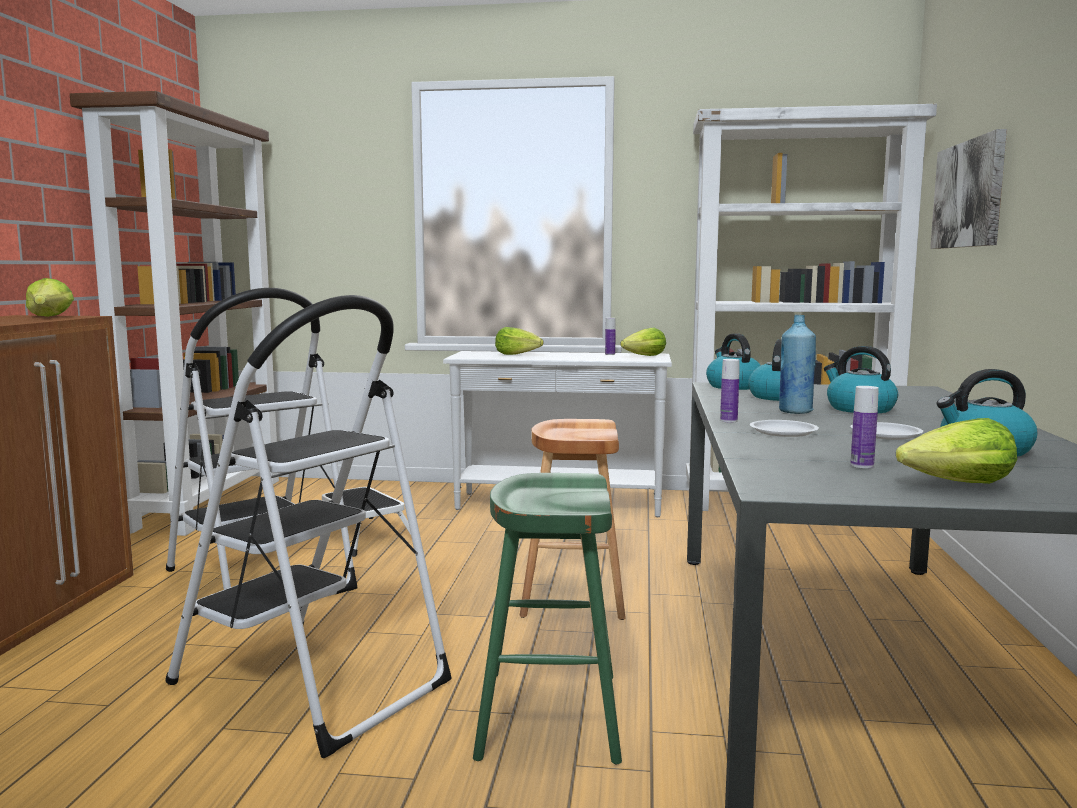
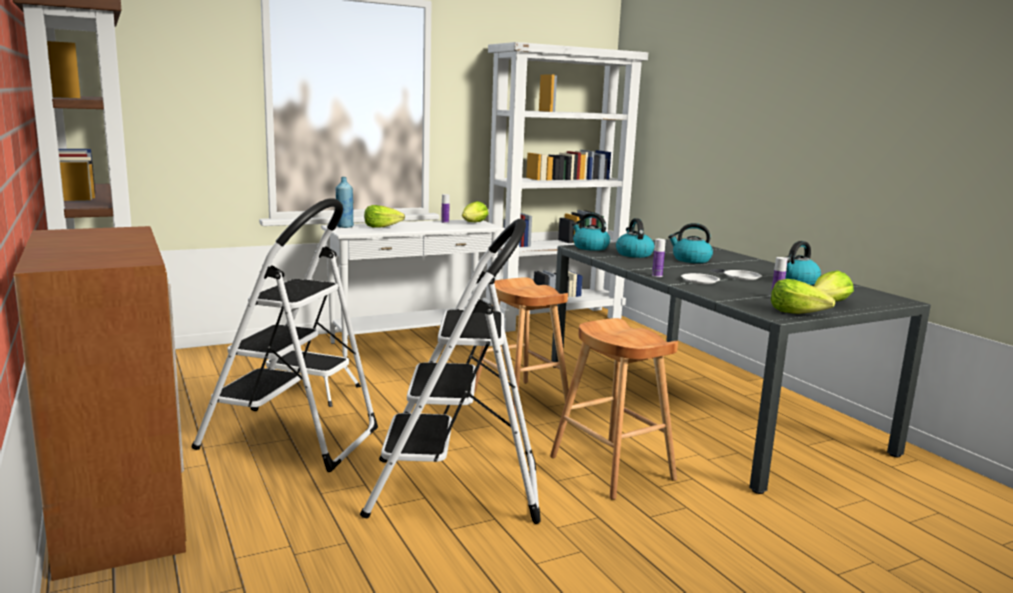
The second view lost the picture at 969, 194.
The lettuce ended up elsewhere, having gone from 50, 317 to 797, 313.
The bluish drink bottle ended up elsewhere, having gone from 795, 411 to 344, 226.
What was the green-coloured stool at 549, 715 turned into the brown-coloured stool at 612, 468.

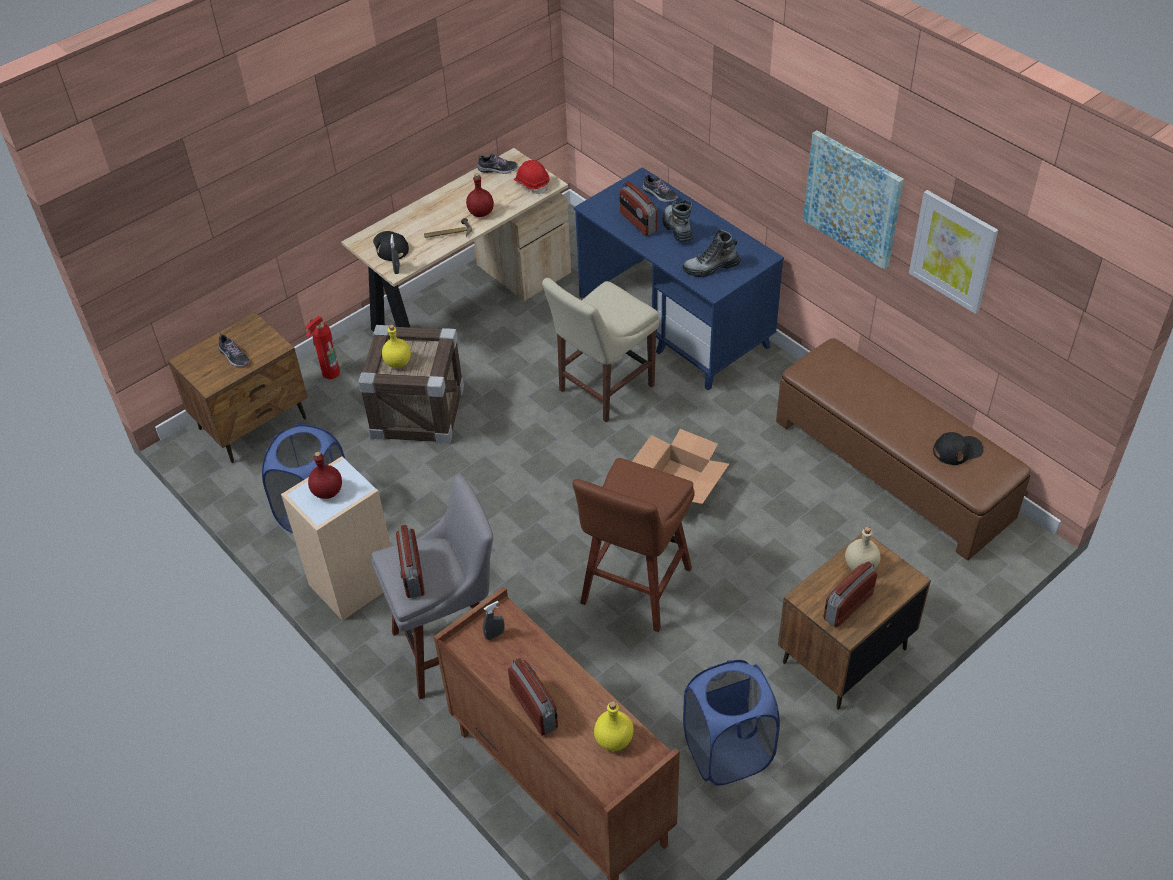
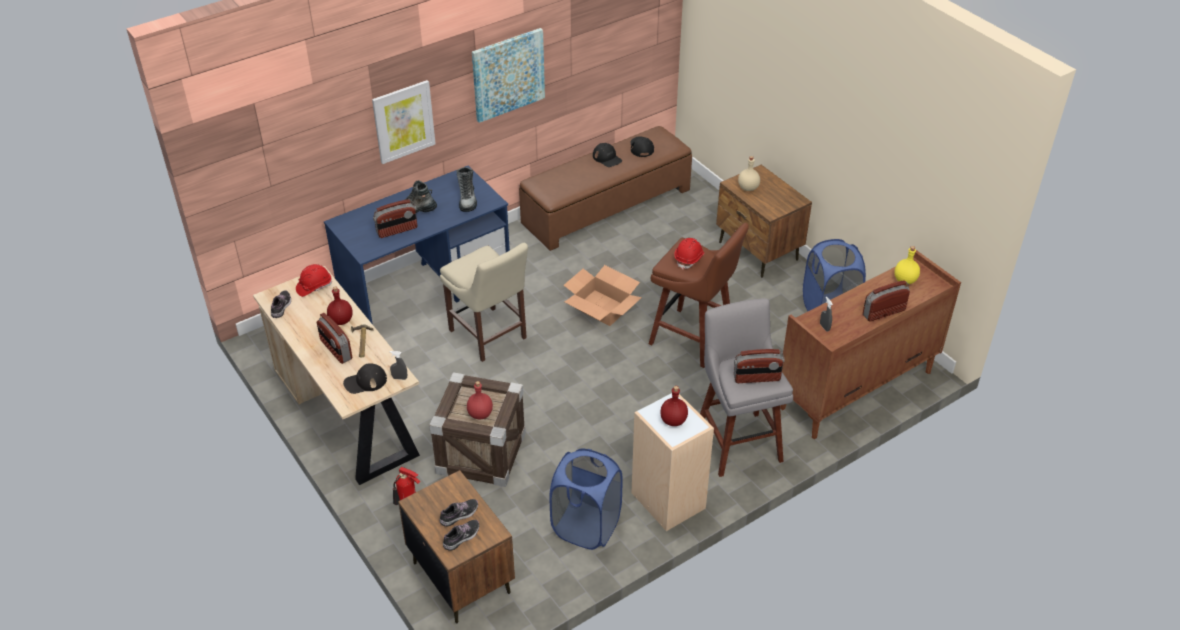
The shoe ended up elsewhere, having gone from 659, 194 to 461, 537.
The picture ended up elsewhere, having gone from 953, 251 to 403, 121.
What was the yellow-coloured drink bottle at 398, 362 turned into the red-coloured drink bottle at 480, 414.
The radio ended up elsewhere, having gone from 847, 606 to 336, 350.
The second view gained the black-coloured baseball cap at 607, 158.
The second view gained the red-coloured safety helmet at 689, 258.

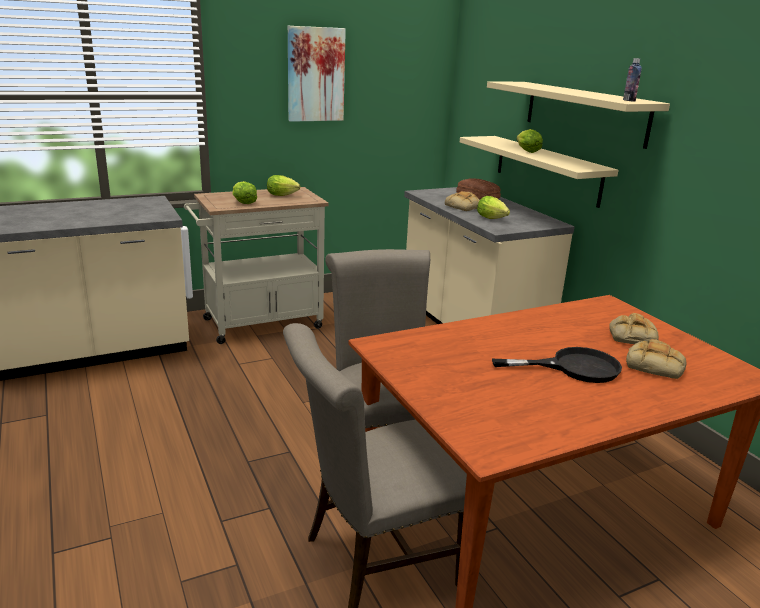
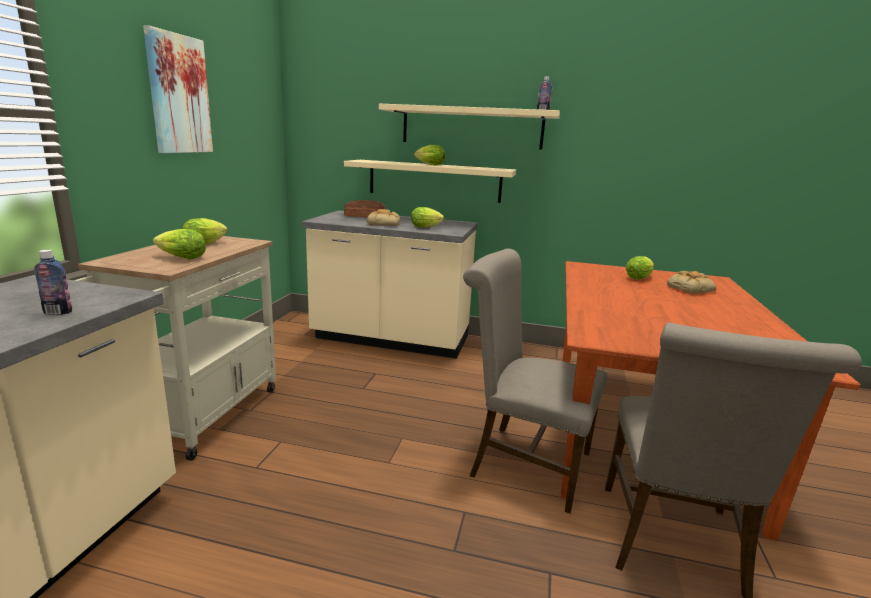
Where the bakery bread stood at 631, 336, the lettuce came to stand at 639, 278.
The second view lost the black-coloured frying pan at 573, 367.
The second view gained the drink bottle at 58, 312.

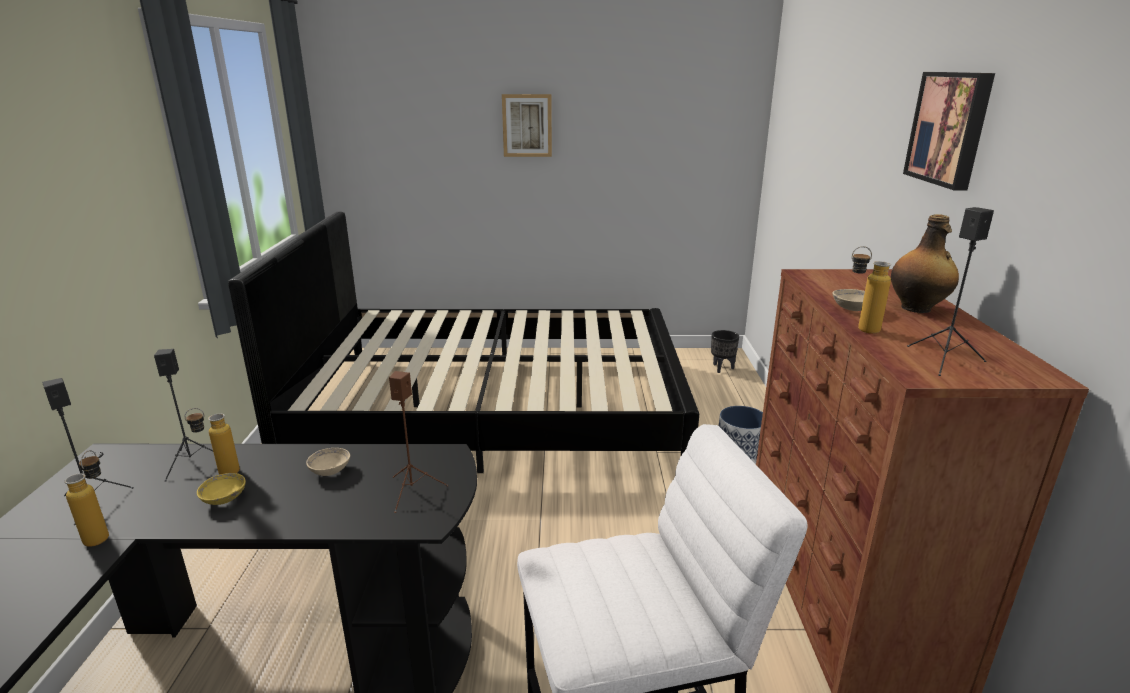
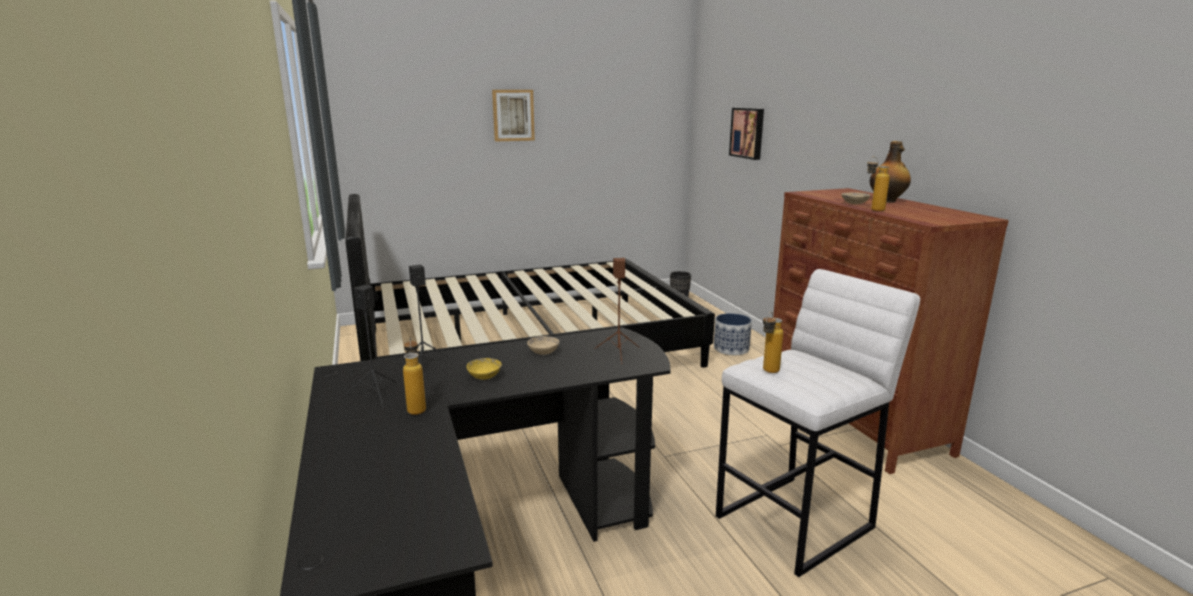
The picture ended up elsewhere, having gone from 950, 128 to 748, 133.
The second view lost the black-coloured speaker at 944, 360.
The drink bottle ended up elsewhere, having gone from 220, 474 to 768, 372.

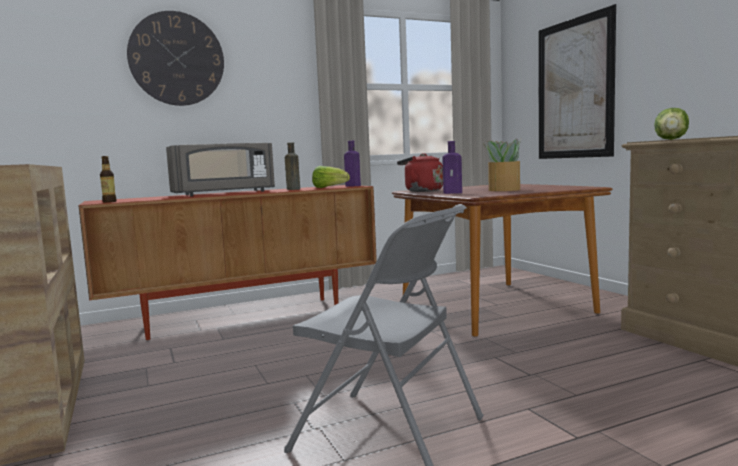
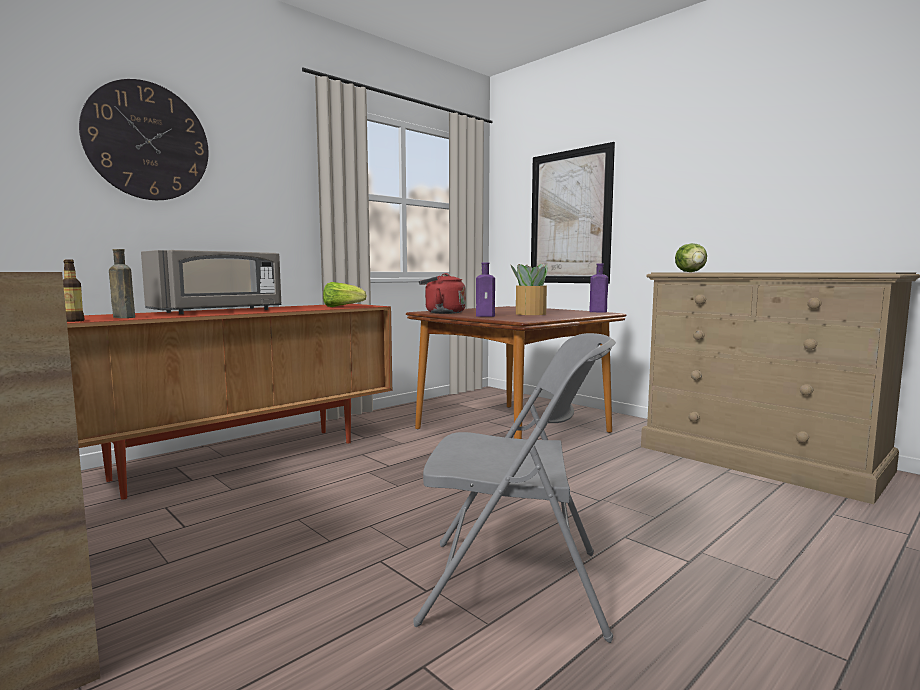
The purple-coloured drink bottle ended up elsewhere, having gone from 352, 186 to 596, 312.
The brown-coloured drink bottle ended up elsewhere, having gone from 292, 189 to 123, 317.

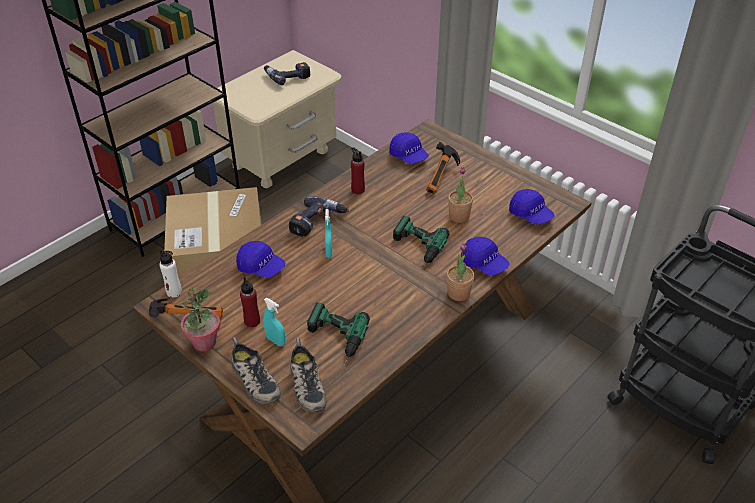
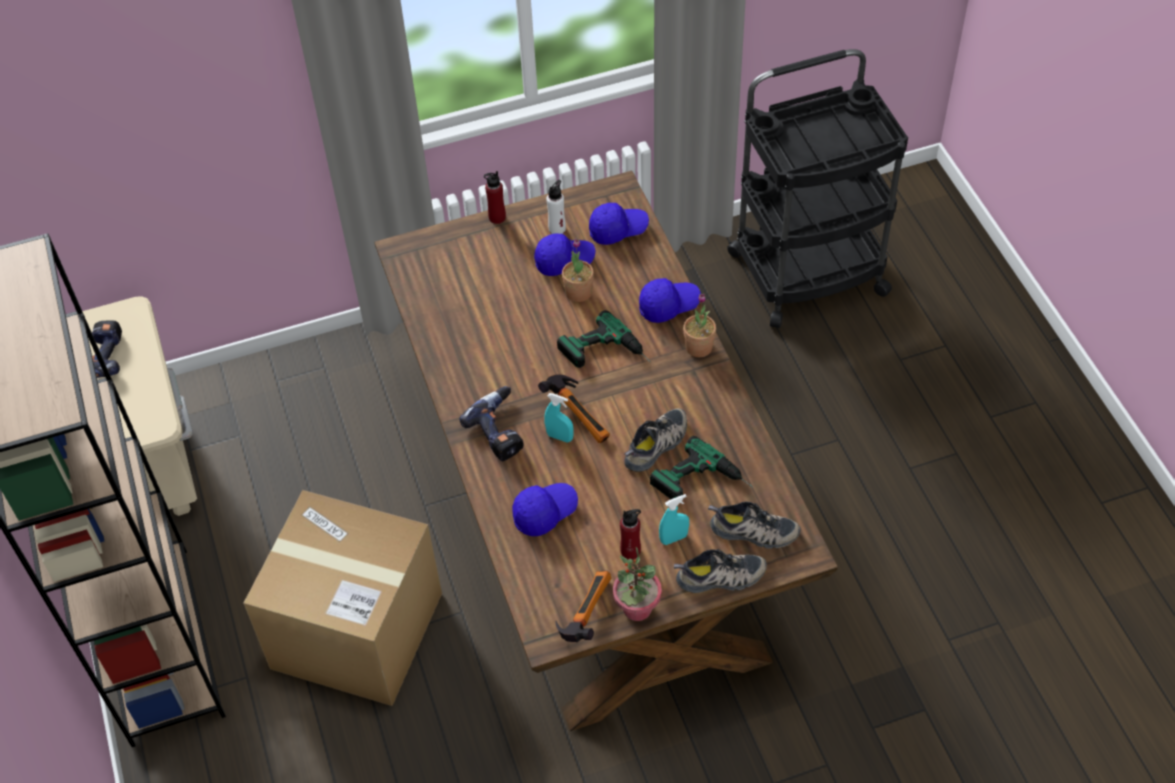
The bluish baseball cap ended up elsewhere, having gone from 408, 156 to 564, 261.
The hammer ended up elsewhere, having gone from 443, 178 to 581, 414.
The red-coloured drink bottle ended up elsewhere, having gone from 358, 190 to 497, 217.
The whitish drink bottle ended up elsewhere, having gone from 174, 292 to 557, 229.
The second view gained the shoe at 657, 445.

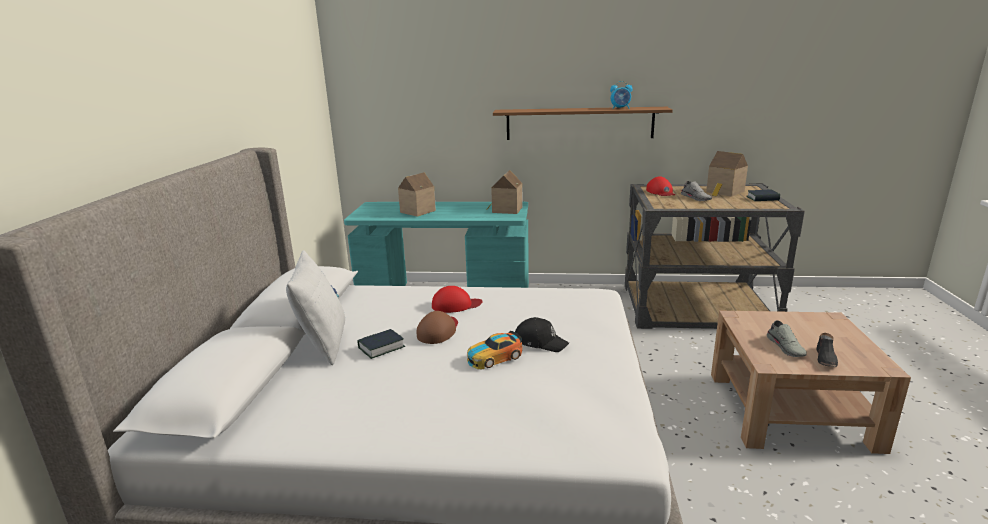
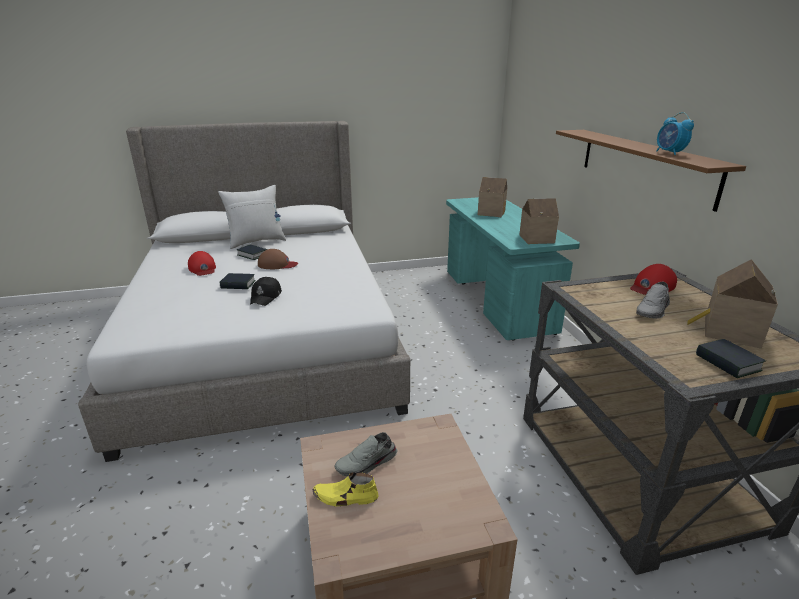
The red-coloured baseball cap ended up elsewhere, having gone from 456, 305 to 202, 268.
Where the miniature car stood at 494, 357, the volume came to stand at 238, 284.
What was the black-coloured shoe at 826, 359 turned into the yellow-coloured shoe at 345, 497.

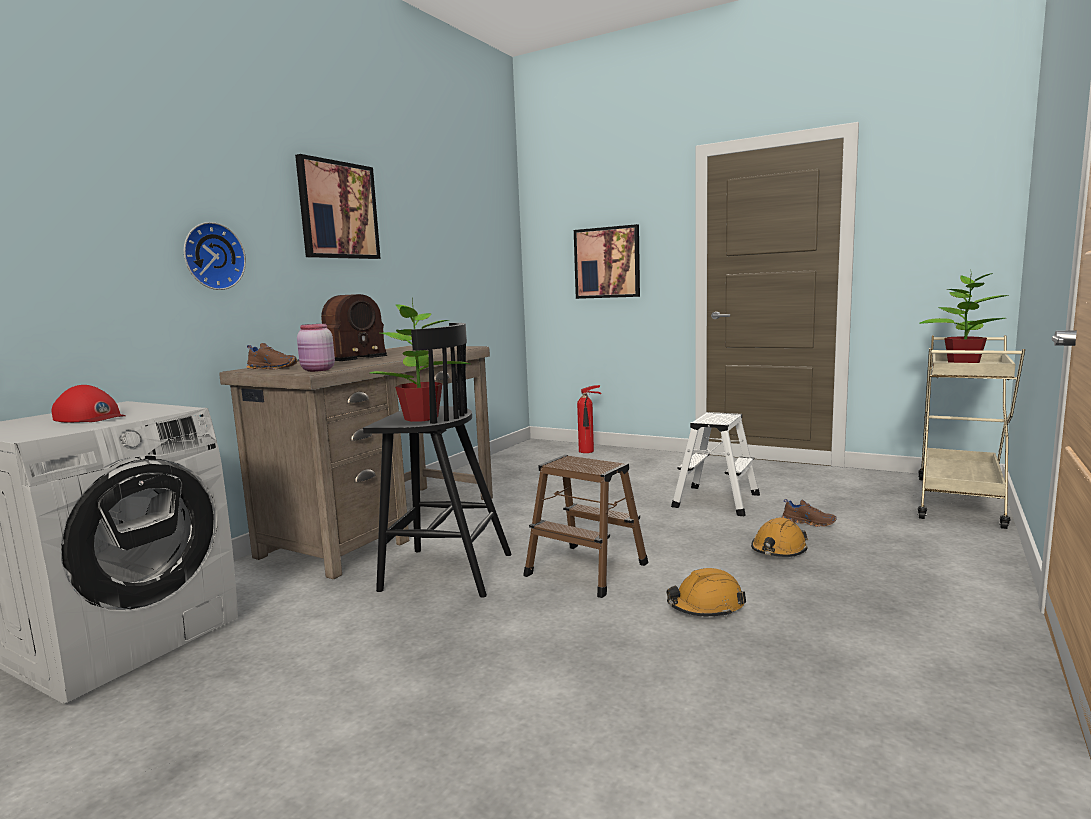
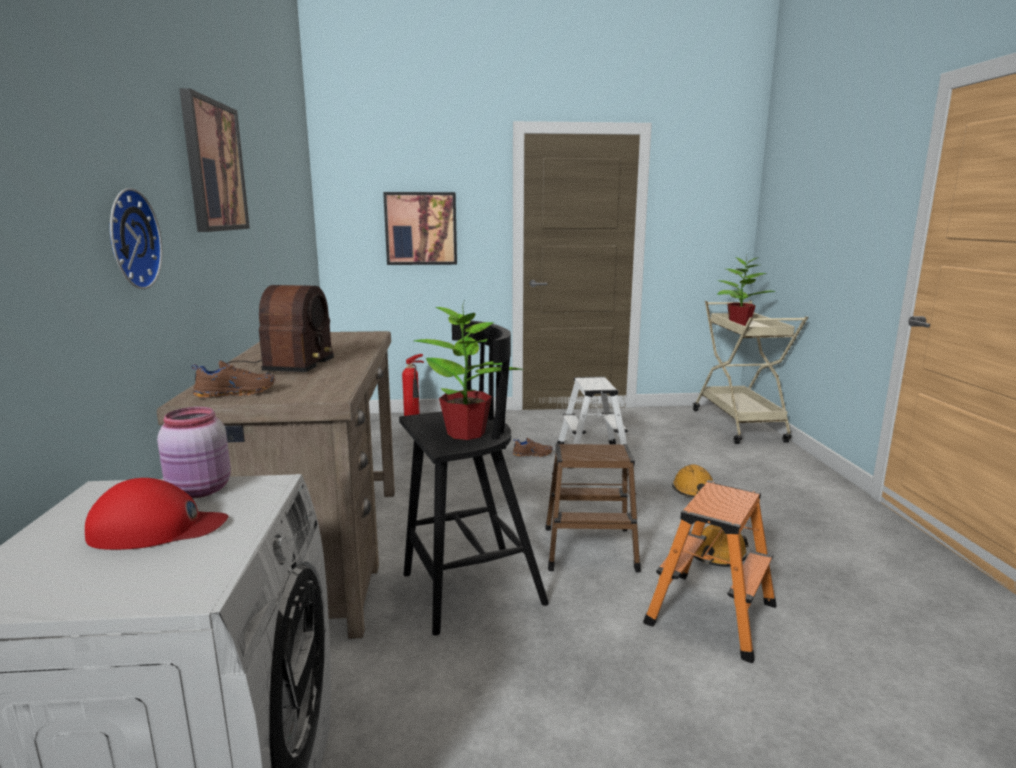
The pink-coloured jar ended up elsewhere, having gone from 318, 370 to 200, 490.
The brown-coloured shoe ended up elsewhere, having gone from 808, 522 to 532, 454.
The second view gained the orange-coloured stepladder at 710, 614.

